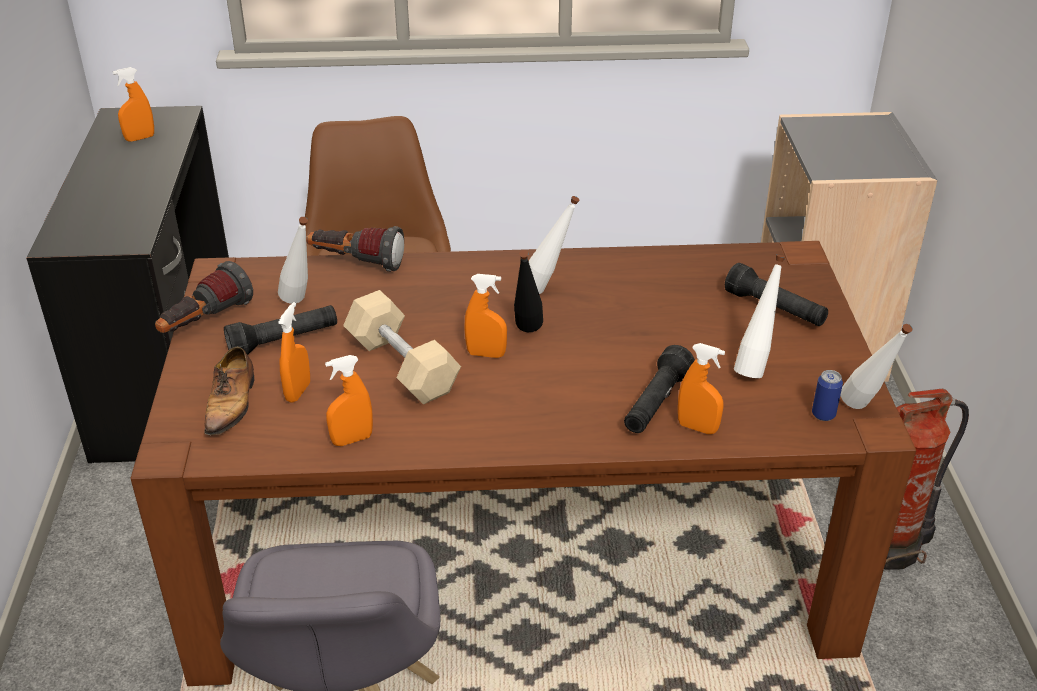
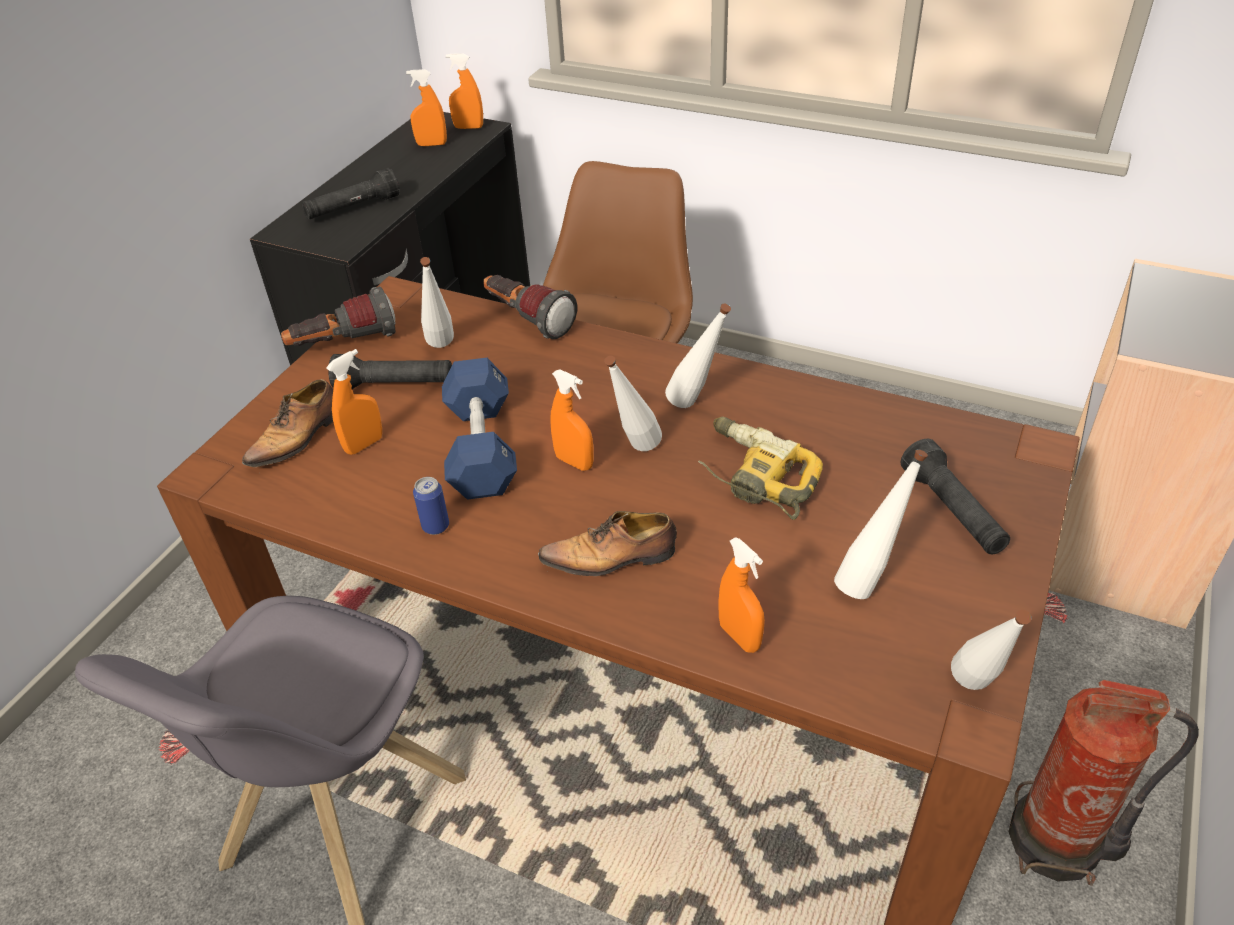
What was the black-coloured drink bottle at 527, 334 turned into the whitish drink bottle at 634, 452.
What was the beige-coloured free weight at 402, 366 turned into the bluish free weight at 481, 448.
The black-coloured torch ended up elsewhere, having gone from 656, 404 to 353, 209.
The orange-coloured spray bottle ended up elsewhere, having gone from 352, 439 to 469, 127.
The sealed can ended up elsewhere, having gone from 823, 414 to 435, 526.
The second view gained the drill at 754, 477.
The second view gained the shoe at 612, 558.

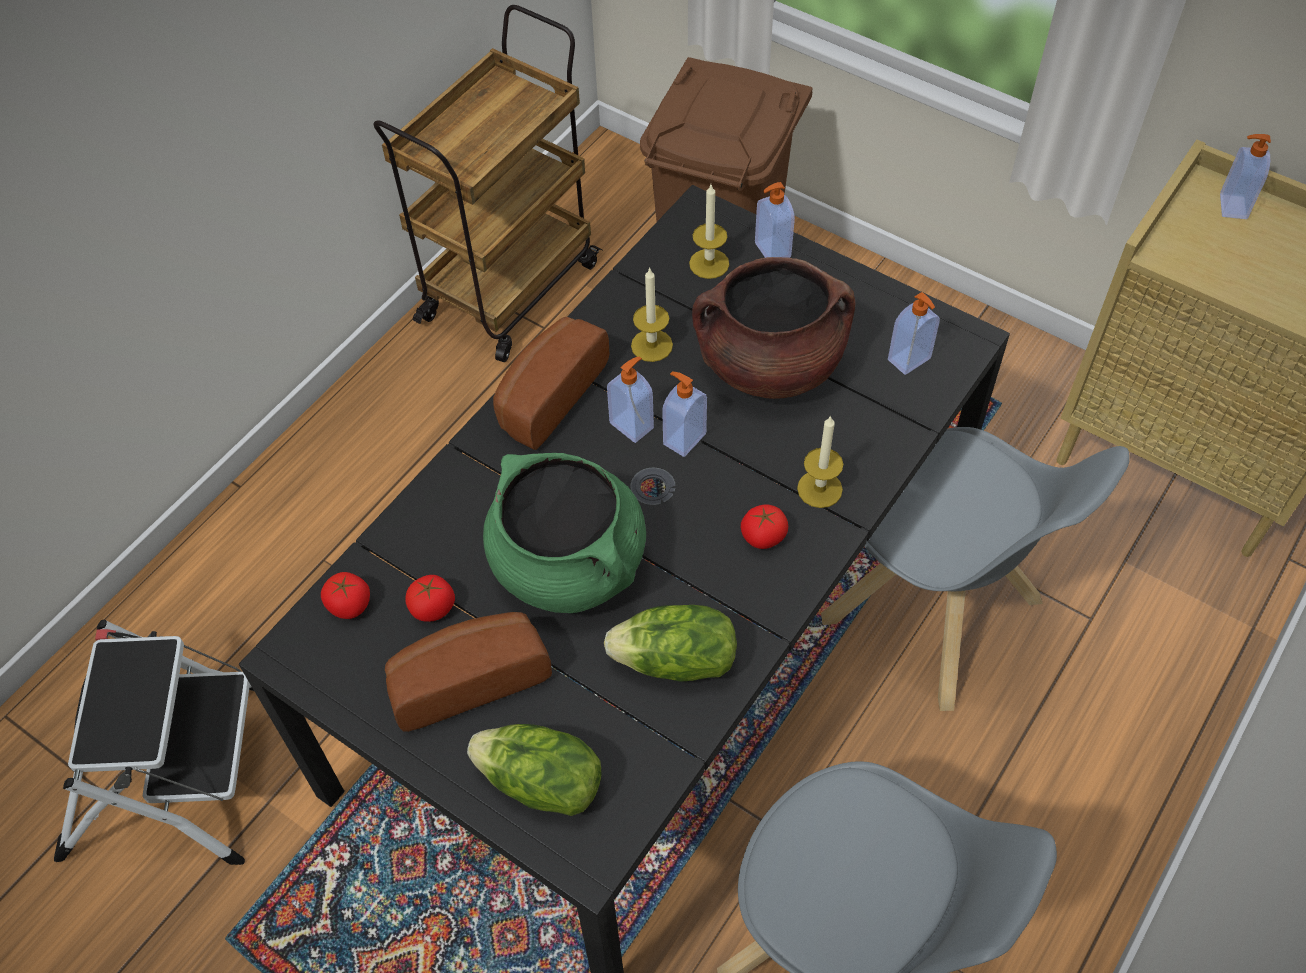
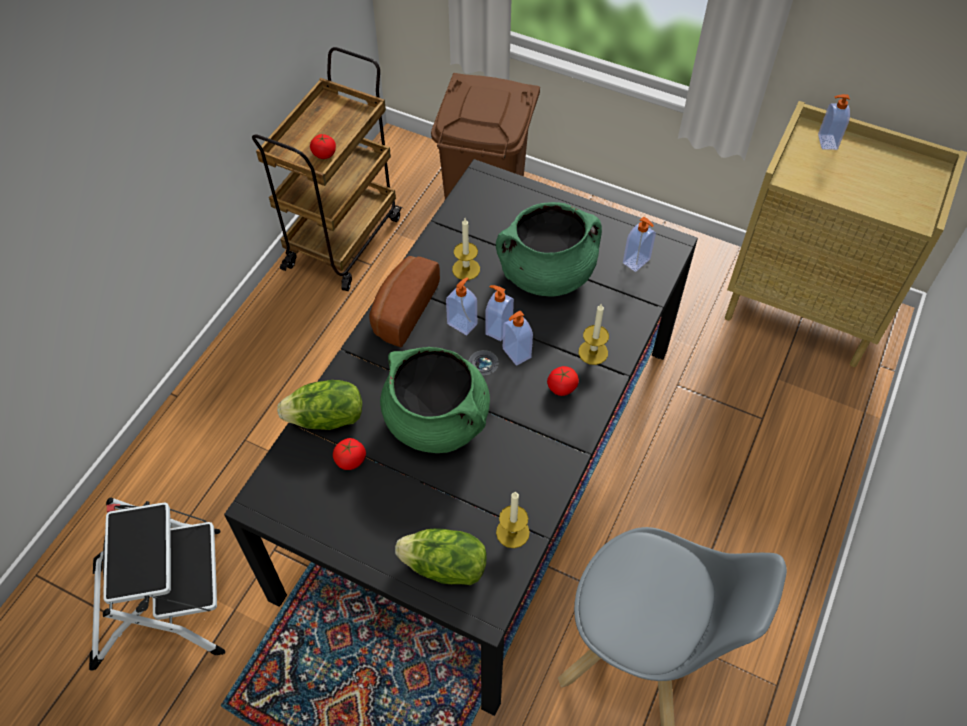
The soap bottle ended up elsewhere, having gone from 771, 250 to 515, 354.
The wax candle ended up elsewhere, having gone from 709, 263 to 512, 532.
What was the brown-coloured saucepot at 770, 365 turned into the green-coloured saucepot at 546, 274.
The second view lost the greyish plain chair at 936, 614.
The tomato ended up elsewhere, having gone from 349, 605 to 324, 154.
The lettuce ended up elsewhere, having gone from 675, 662 to 326, 419.
The second view lost the bakery bread at 467, 677.

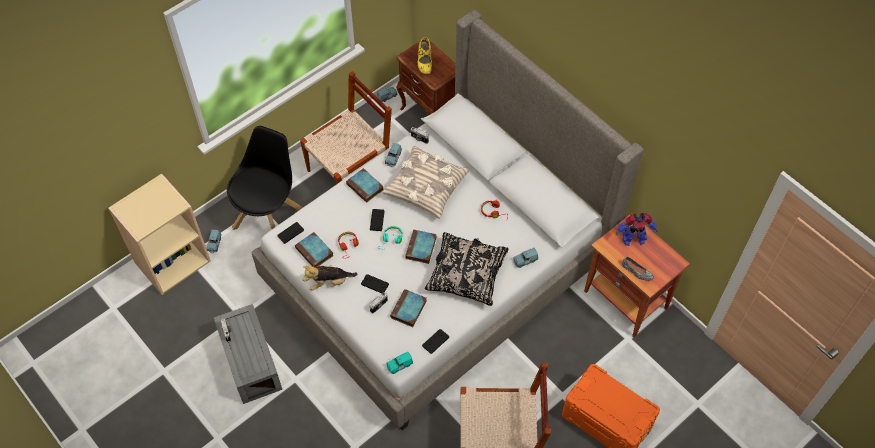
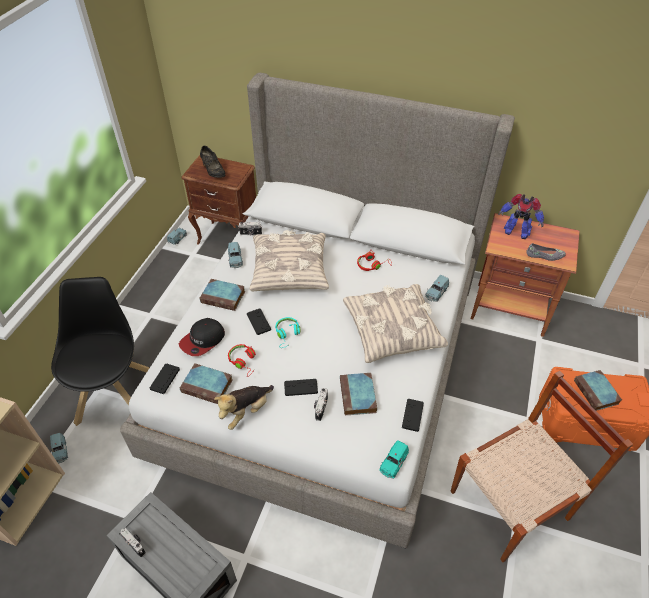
What was the yellow-coloured shoe at 424, 62 turned into the black-coloured shoe at 213, 171.
The second view lost the plain chair at 350, 171.
The toy robot at 633, 239 ended up facing another way, 60 degrees clockwise from before.
The volume ended up elsewhere, having gone from 421, 249 to 596, 393.
What was the black-coloured throw pillow at 466, 275 turned into the beige-coloured throw pillow at 392, 332.
The second view gained the baseball cap at 203, 340.

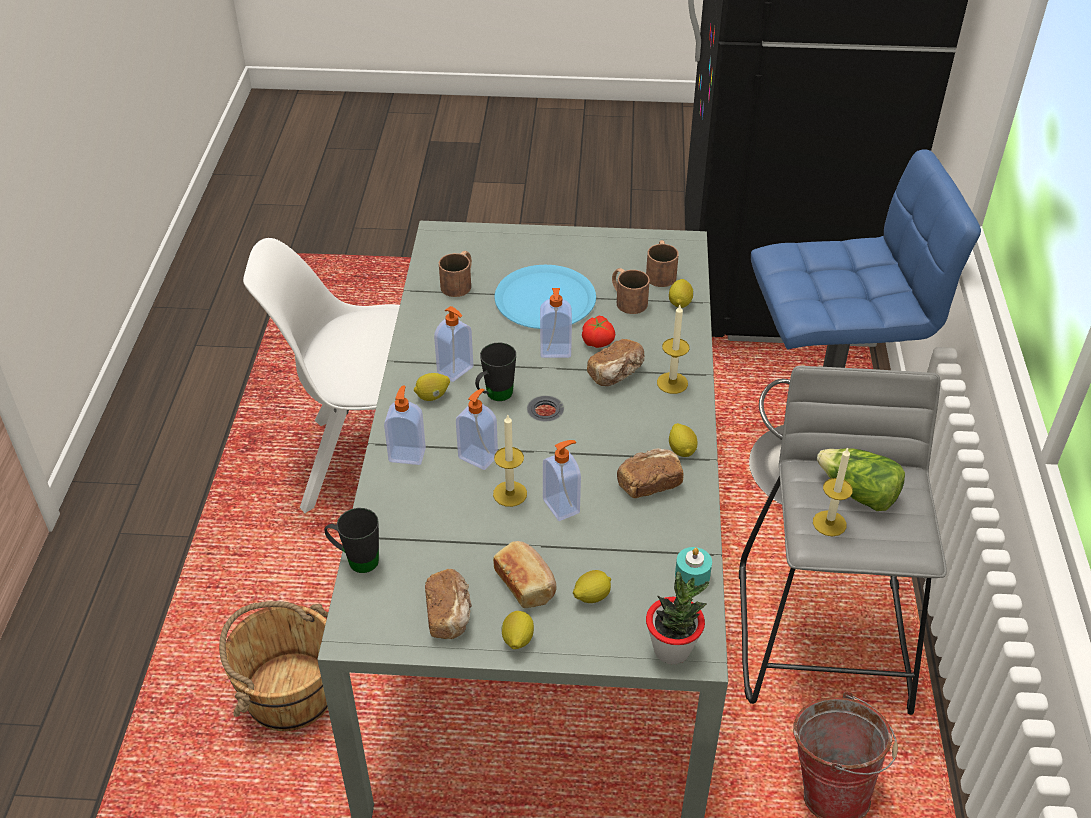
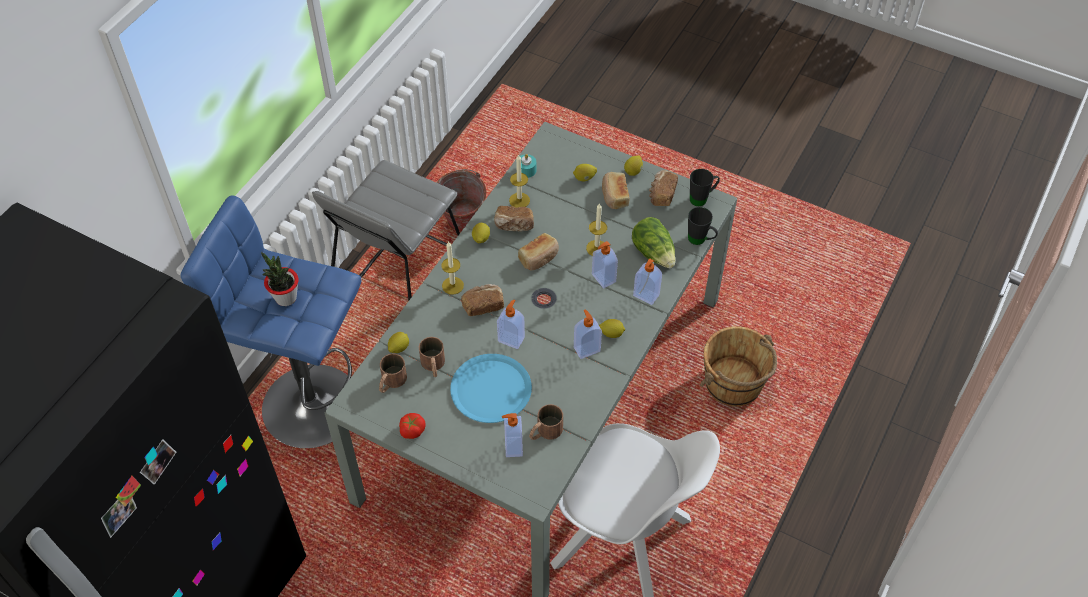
The tomato ended up elsewhere, having gone from 598, 341 to 412, 430.
The black-coloured mug ended up elsewhere, having gone from 494, 396 to 702, 198.
The soap bottle ended up elsewhere, having gone from 562, 506 to 512, 447.
The wax candle ended up elsewhere, having gone from 829, 523 to 519, 200.
The lettuce ended up elsewhere, having gone from 858, 493 to 654, 253.
The potted plant ended up elsewhere, having gone from 672, 649 to 285, 298.
The second view gained the bakery bread at 539, 258.

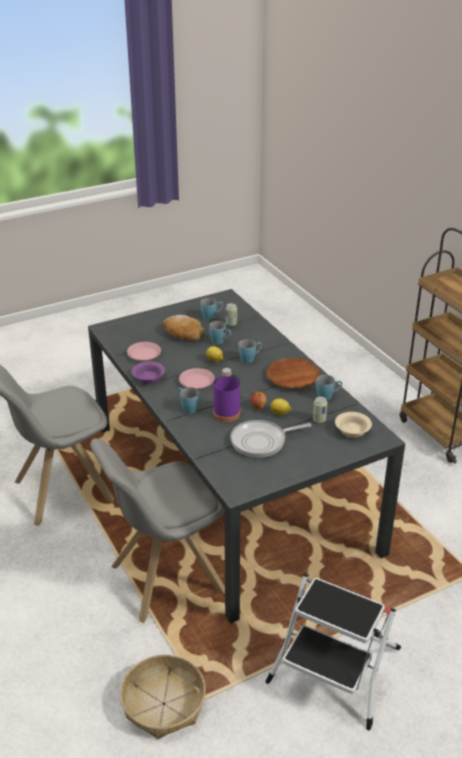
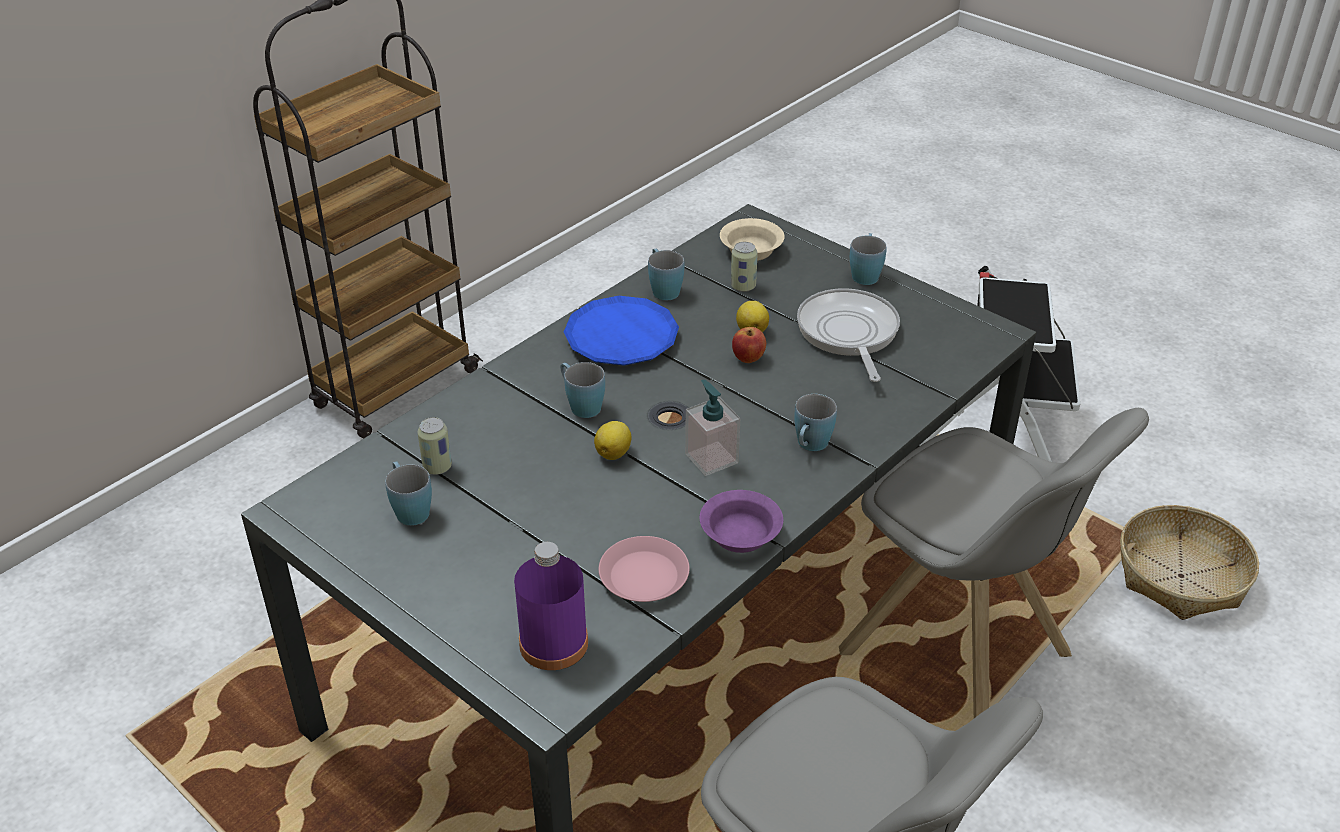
The second view lost the bakery bread at 183, 334.
The bluish mug ended up elsewhere, having gone from 220, 341 to 865, 273.
What was the brown-coloured dinner plate at 292, 377 turned into the bluish dinner plate at 621, 338.
Where the pink-coloured dinner plate stood at 196, 382, the soap bottle came to stand at 711, 458.
The purple-coloured drink bottle ended up elsewhere, having gone from 226, 413 to 553, 643.
The frying pan at 261, 441 ended up facing another way, 150 degrees counterclockwise from before.

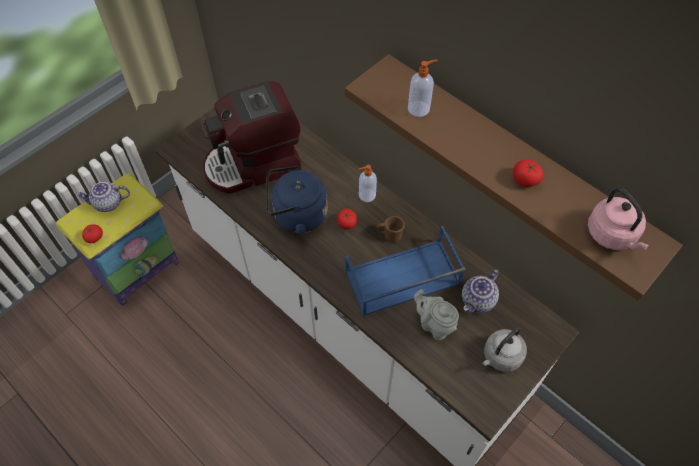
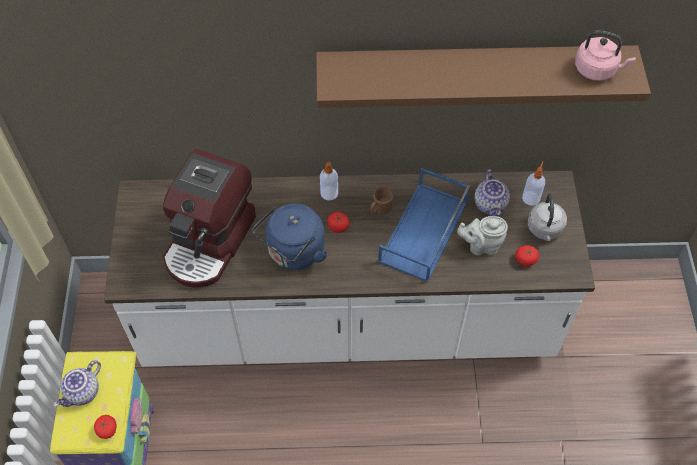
The soap bottle ended up elsewhere, having gone from 419, 108 to 531, 197.
The tomato ended up elsewhere, having gone from 525, 179 to 525, 260.

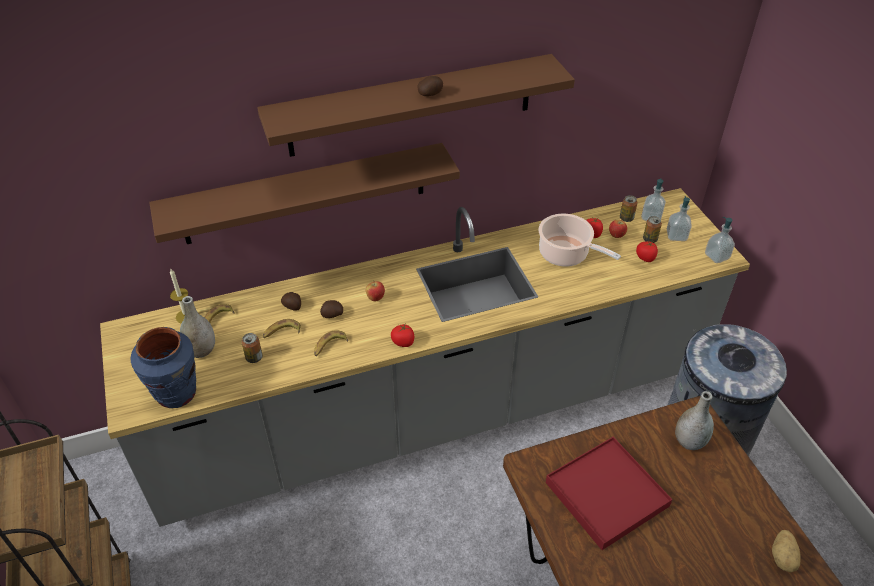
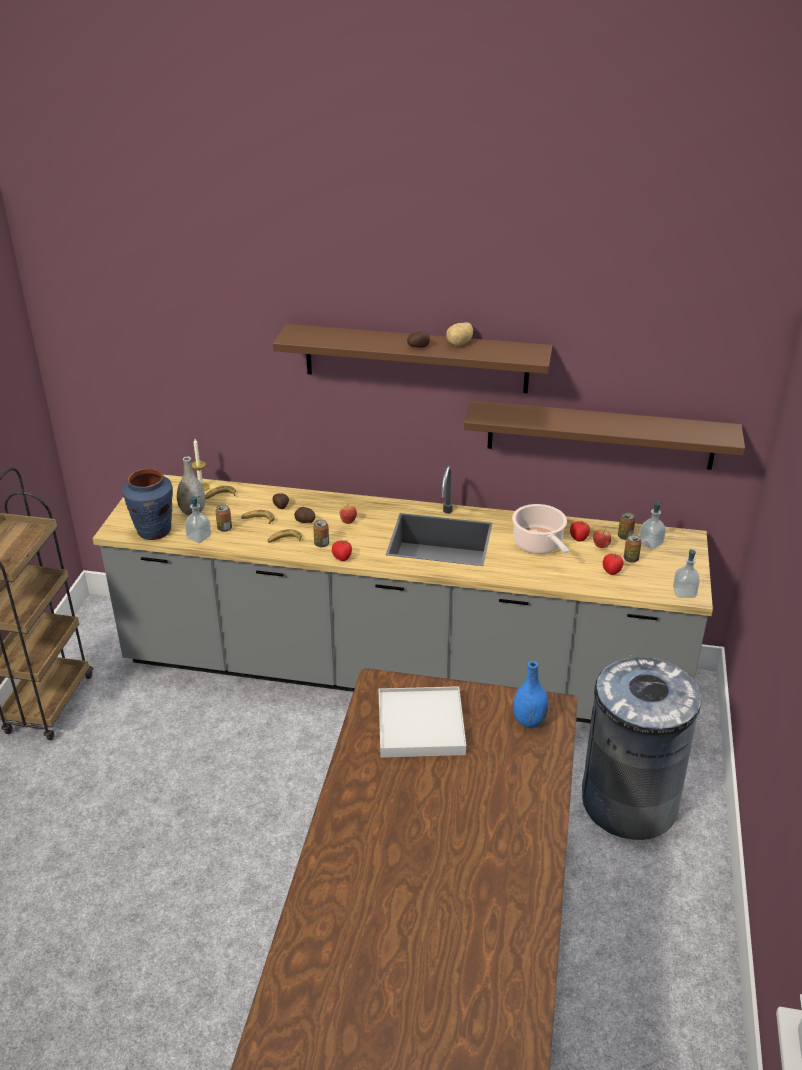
The brown-coloured bracket shelf ended up elsewhere, having gone from 305, 194 to 600, 435.
The soap bottle ended up elsewhere, having gone from 676, 236 to 199, 537.
What was the greyish decorative vase at 689, 442 turned into the bluish decorative vase at 529, 721.
What was the red-coloured carrying tray at 606, 494 turned into the whitish carrying tray at 420, 725.
The whole potato ended up elsewhere, having gone from 783, 558 to 460, 343.
The second view gained the sealed can at 321, 544.

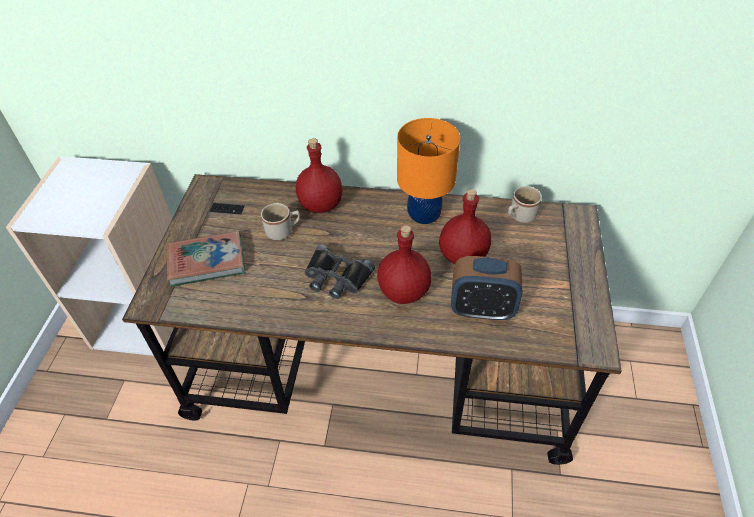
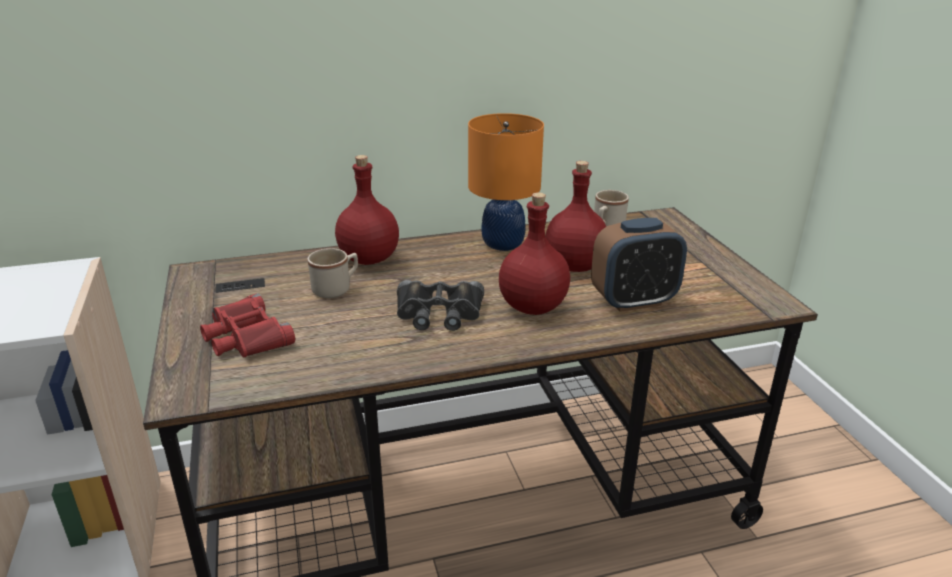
Where the volume stood at 207, 261, the red-coloured field glasses came to stand at 245, 336.

